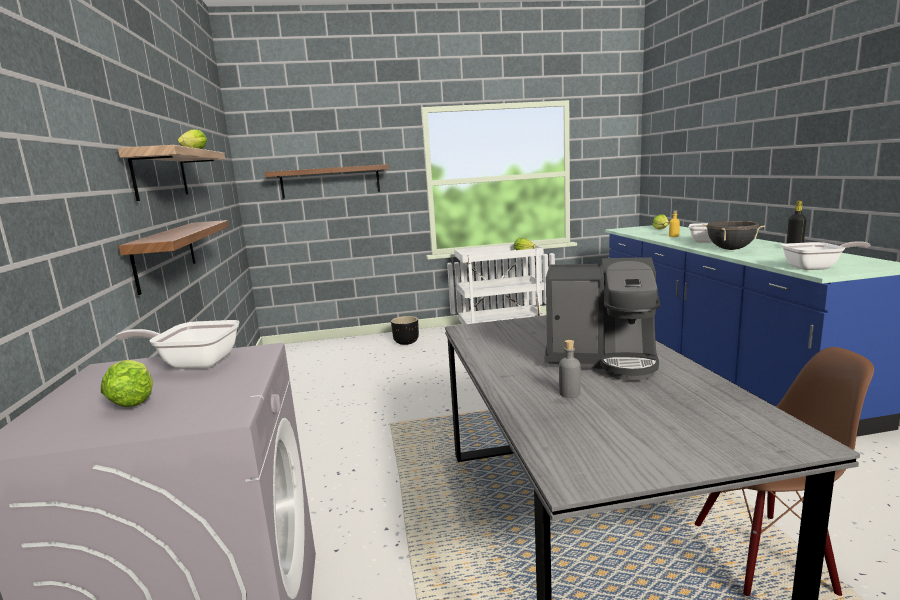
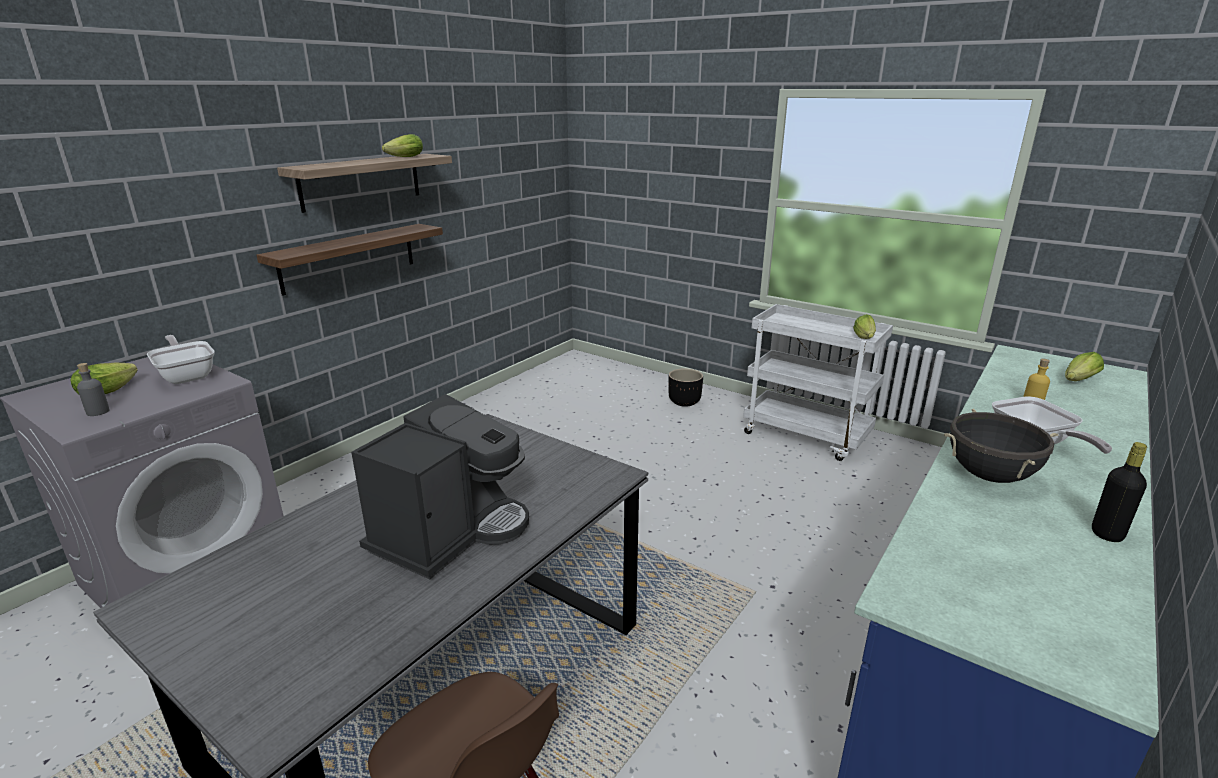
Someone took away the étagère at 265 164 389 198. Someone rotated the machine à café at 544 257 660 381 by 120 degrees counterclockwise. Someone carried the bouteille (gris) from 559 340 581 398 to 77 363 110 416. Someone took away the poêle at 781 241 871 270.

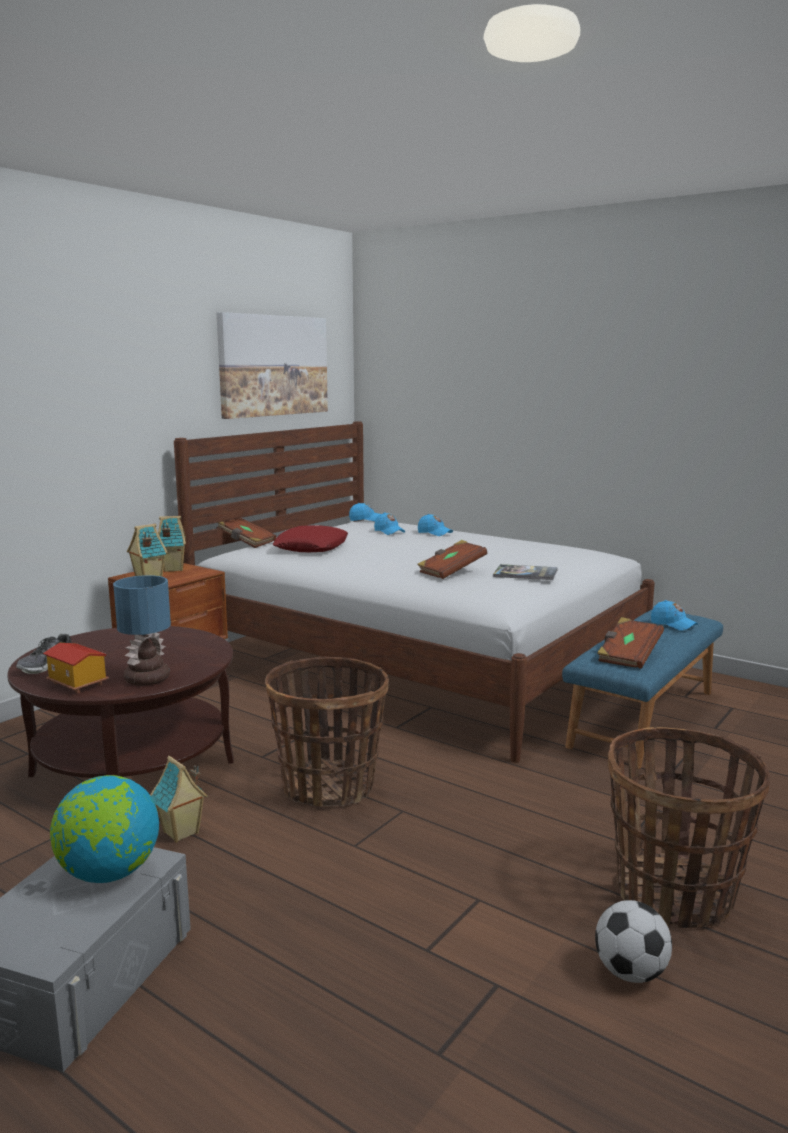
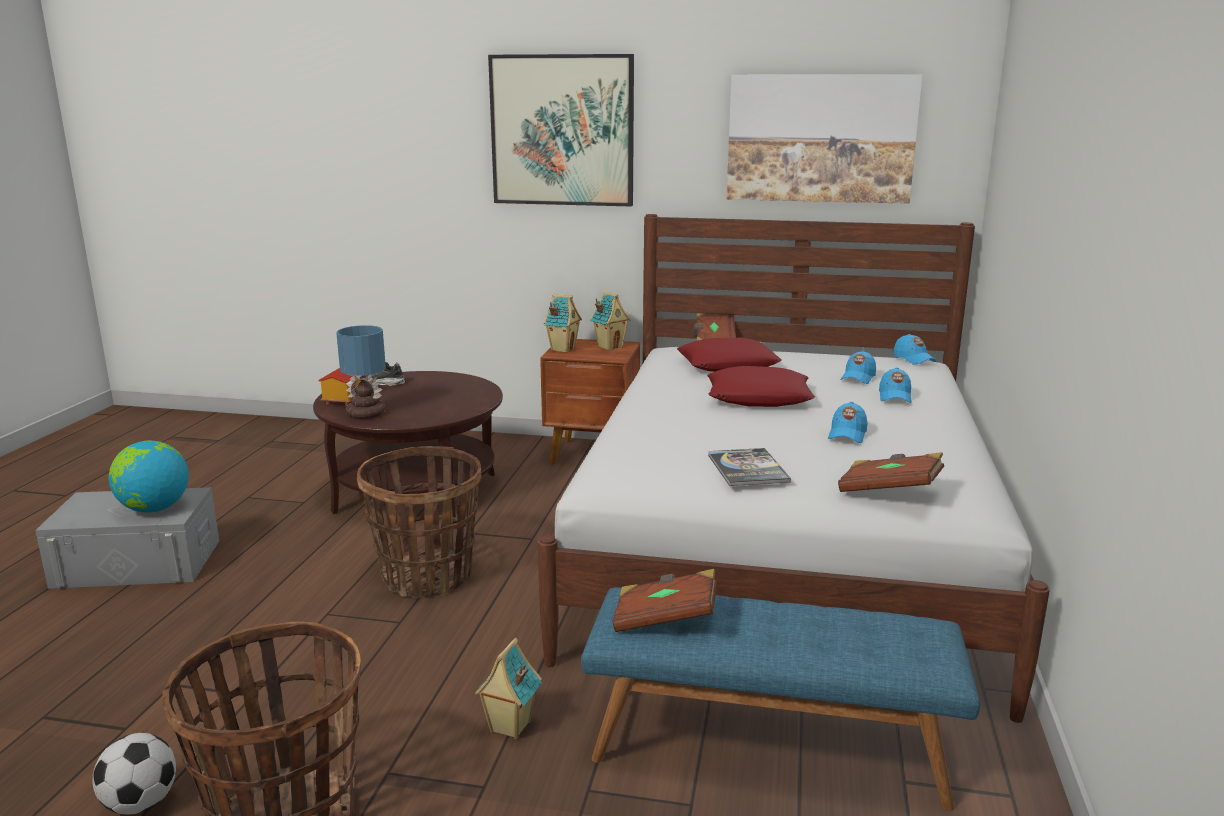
Someone carried the maison miniature from 150 756 208 843 to 475 638 542 739. Someone carried the livre (marron) from 417 540 487 579 to 838 452 944 492. Someone carried the casquette (bleu) from 651 600 698 630 to 828 402 867 443. Someone put up the tableau at 488 54 634 207. Someone put down the coussin (rouge) at 707 366 815 407.

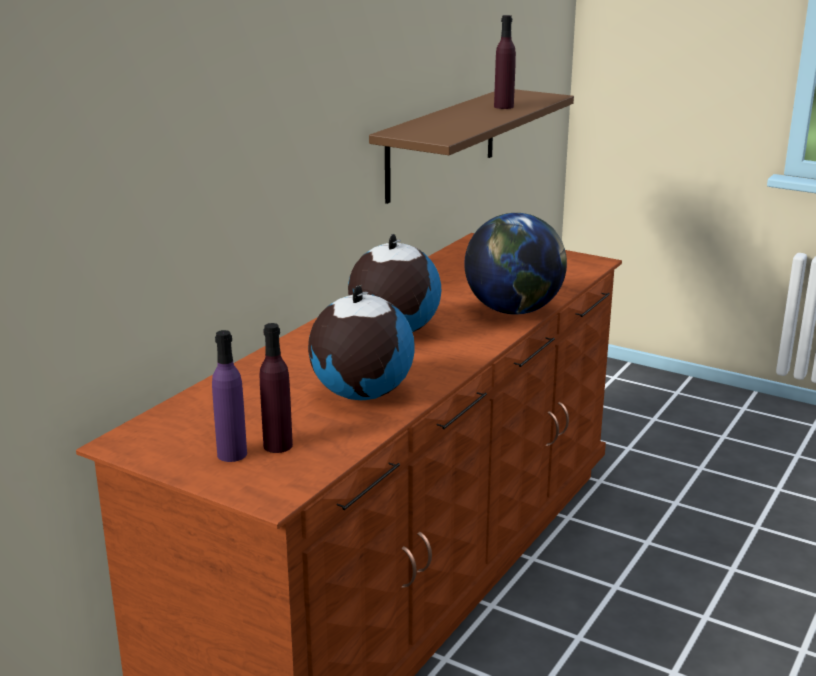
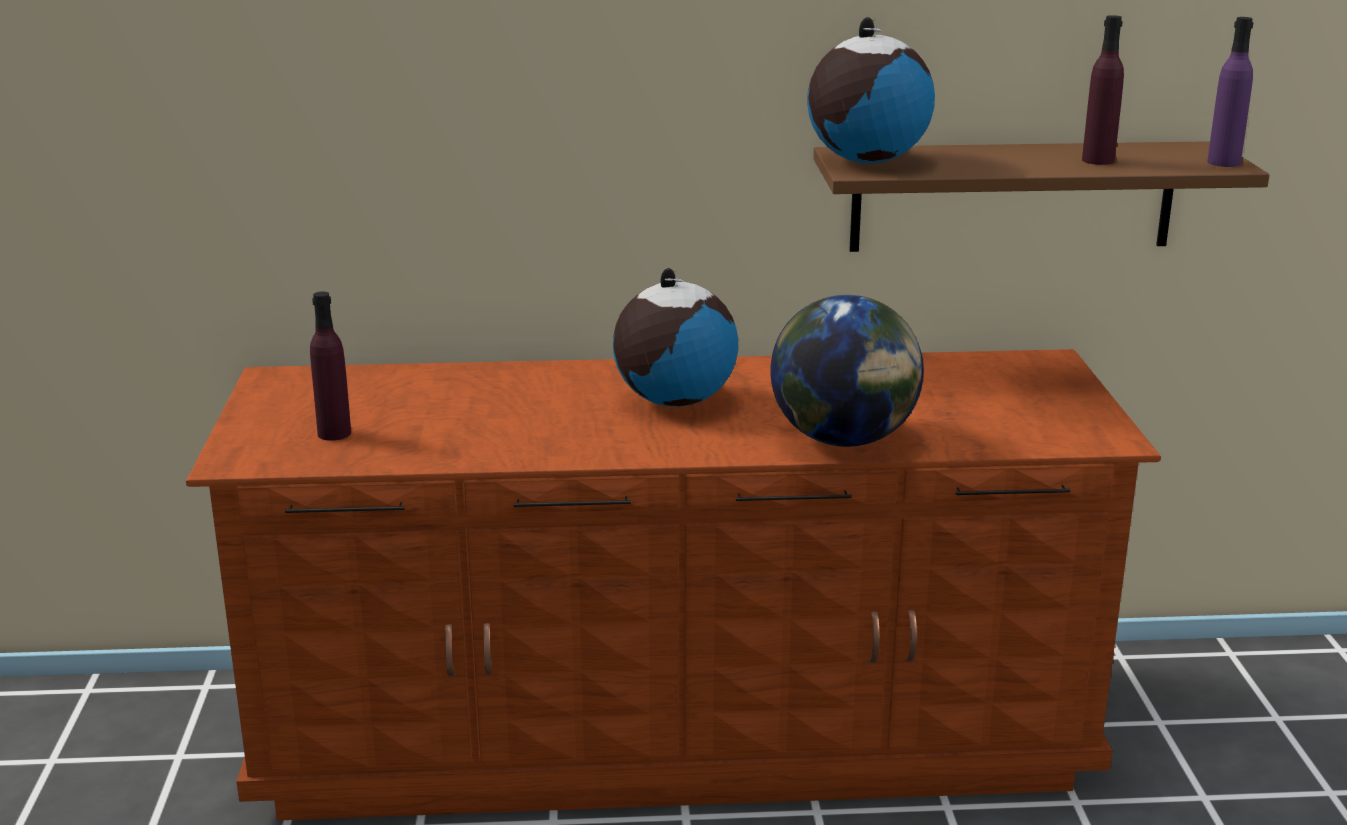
Someone carried the bouteille (violet) from 212 330 247 462 to 1207 17 1253 167. Someone carried the globe from 308 285 415 400 to 807 17 935 163.

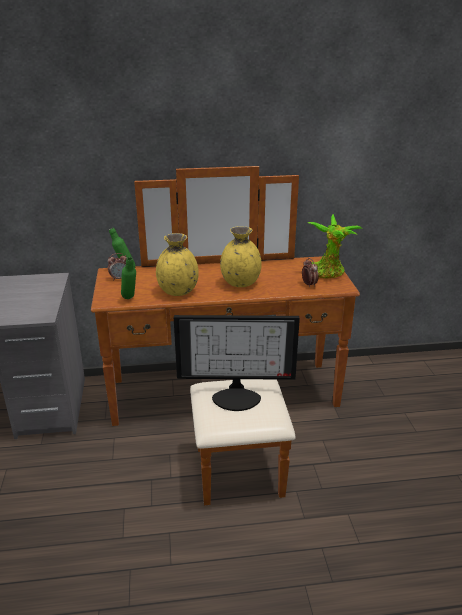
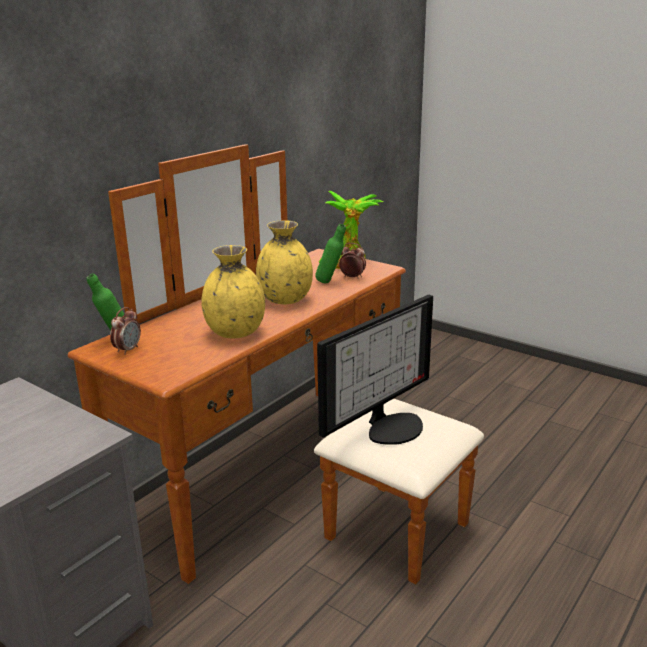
Someone carried the bouteille (vert) from 121 257 136 299 to 315 224 346 283.

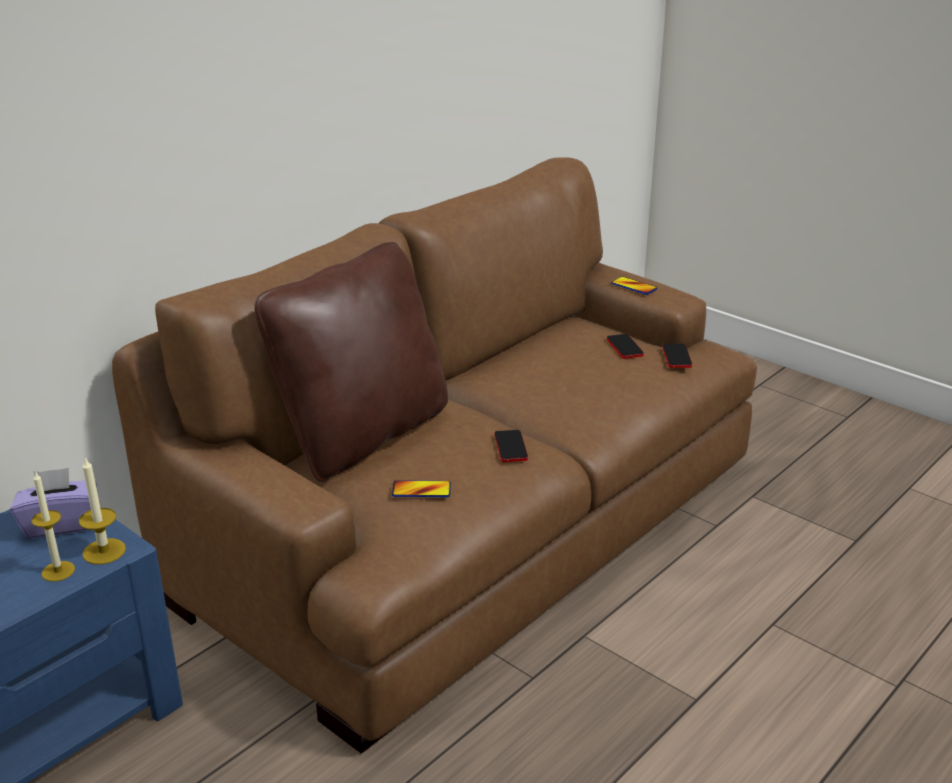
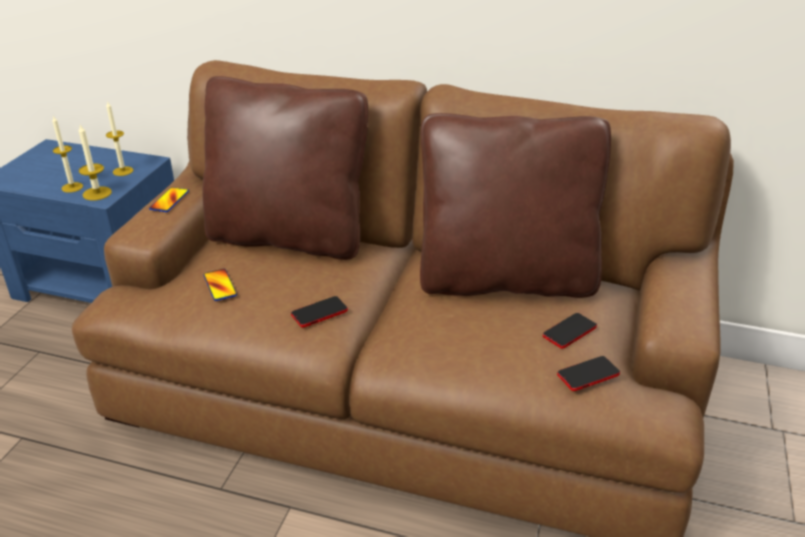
Someone swapped the boîte à mouchoirs (violet) at 10 468 97 539 for the bougie at 106 102 133 176. Someone carried the téléphone from 611 276 658 295 to 149 187 189 212. Someone put down the coussin (marron) at 420 113 611 298.

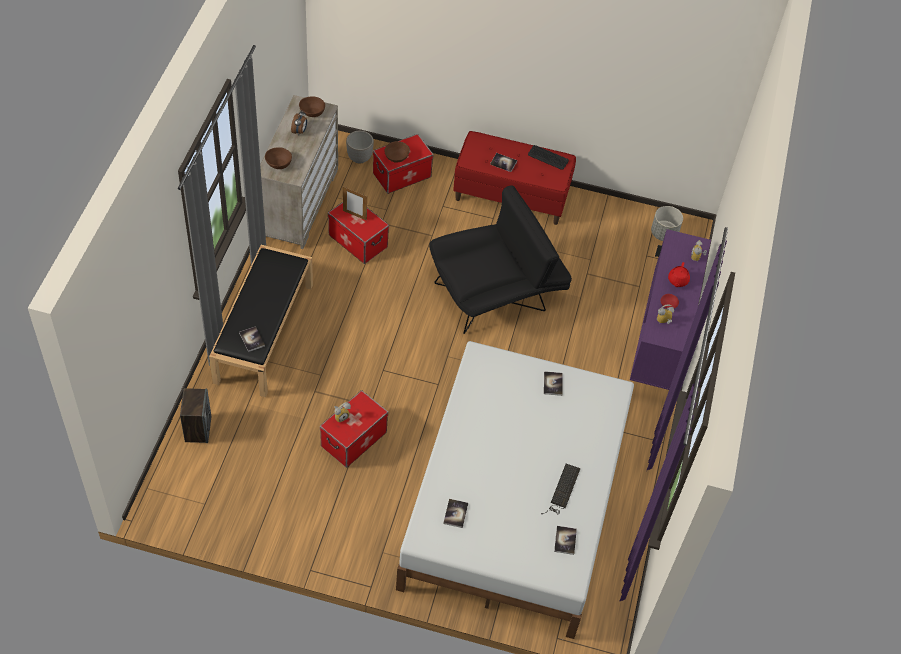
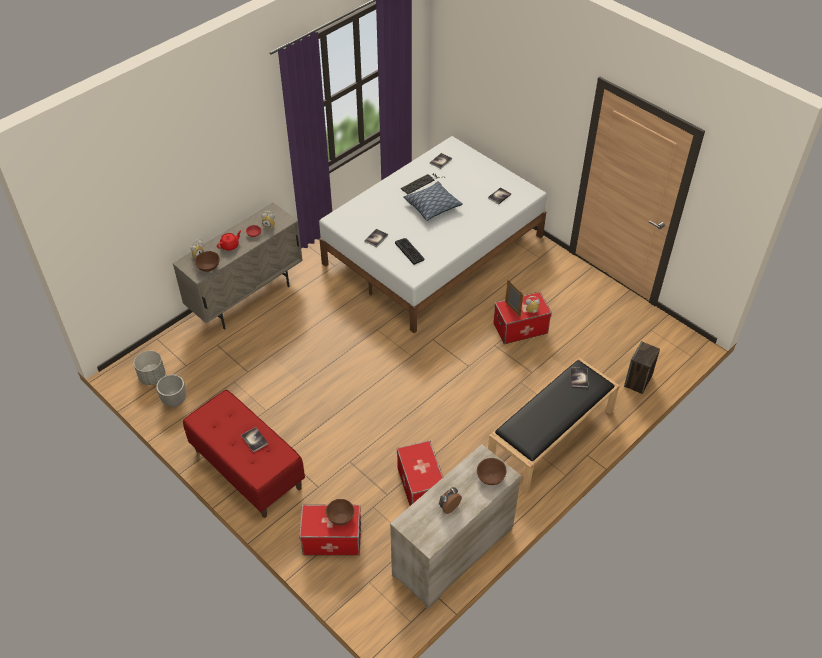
Someone carried the bol (marron) from 299 96 325 117 to 195 251 219 272. Someone carried the cadre photo from 343 187 367 221 to 505 280 523 317. Someone carried the cache-pot from 346 131 374 164 to 156 374 186 407. Someone took away the fauteuil (noir) at 429 185 572 334. Someone carried the clavier from 528 145 569 170 to 395 238 424 265. Someone repainted the meuble de rangement (violet) at 630 229 711 390, which became the meuble de rangement (beige) at 172 203 303 330. Someone put down the coussin at 403 181 463 221.

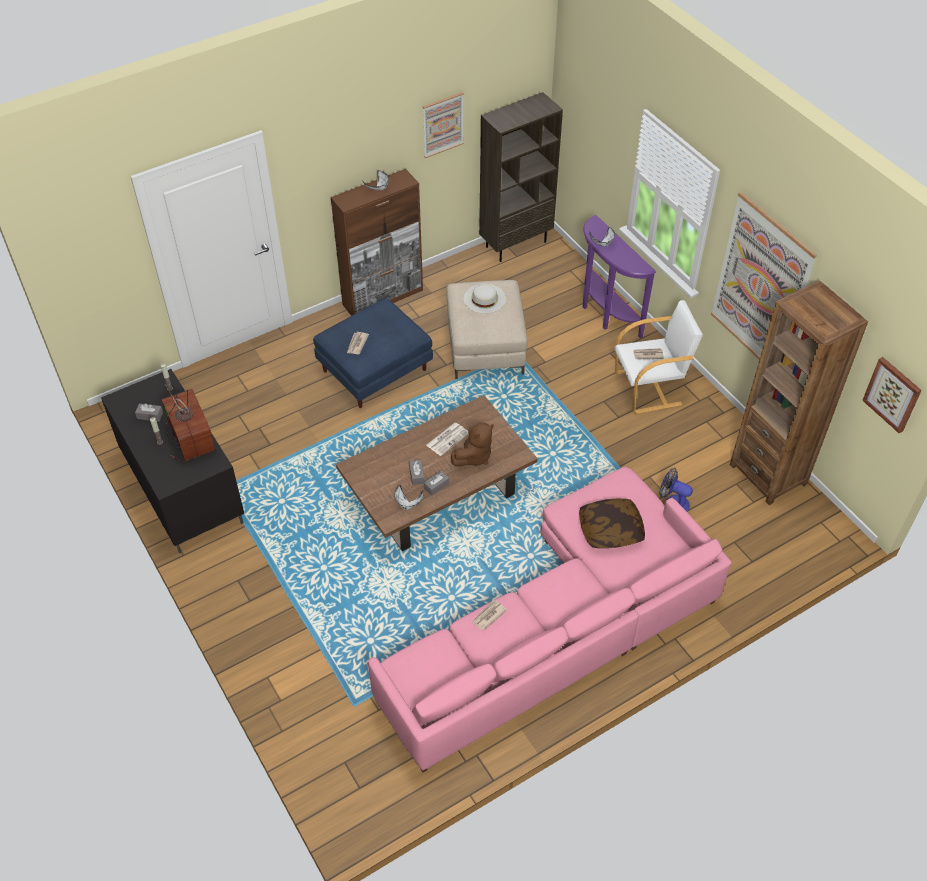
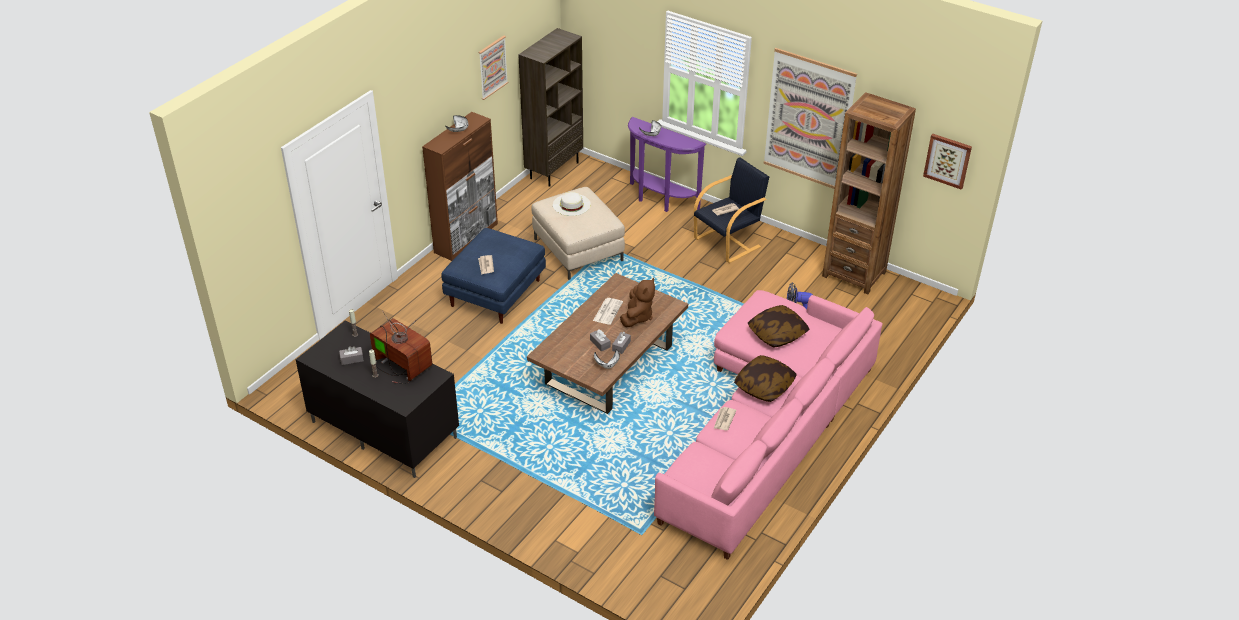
Someone repainted the fauteuil (blanc) at 614 300 703 414, which became the fauteuil (noir) at 694 157 769 263. Someone put down the coussin at 734 355 797 402.

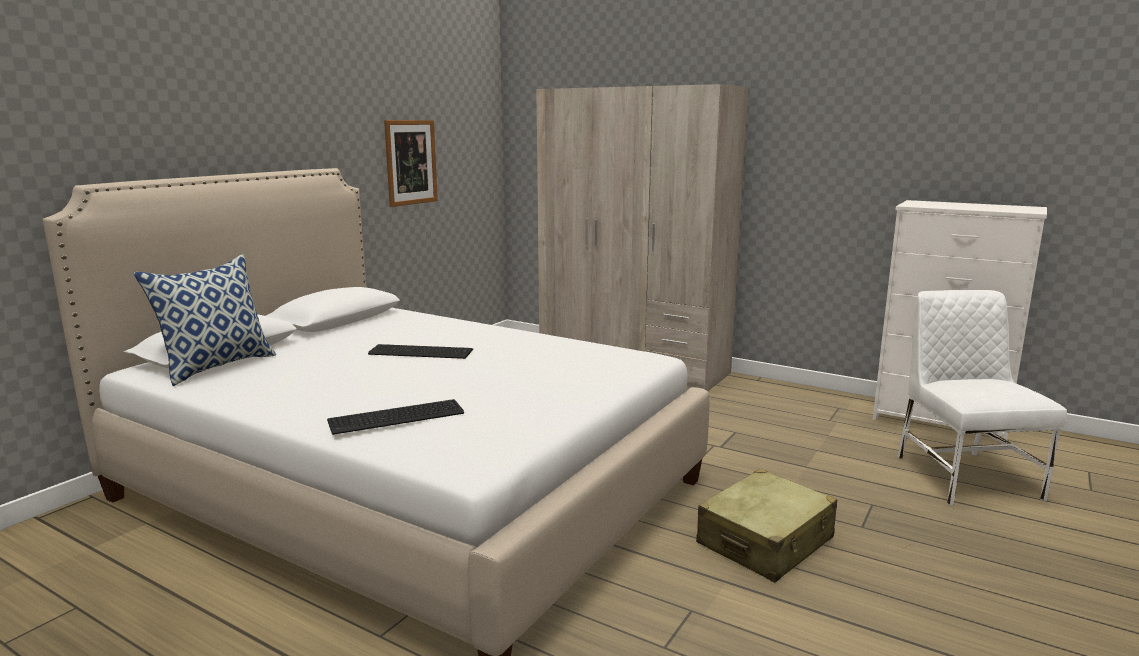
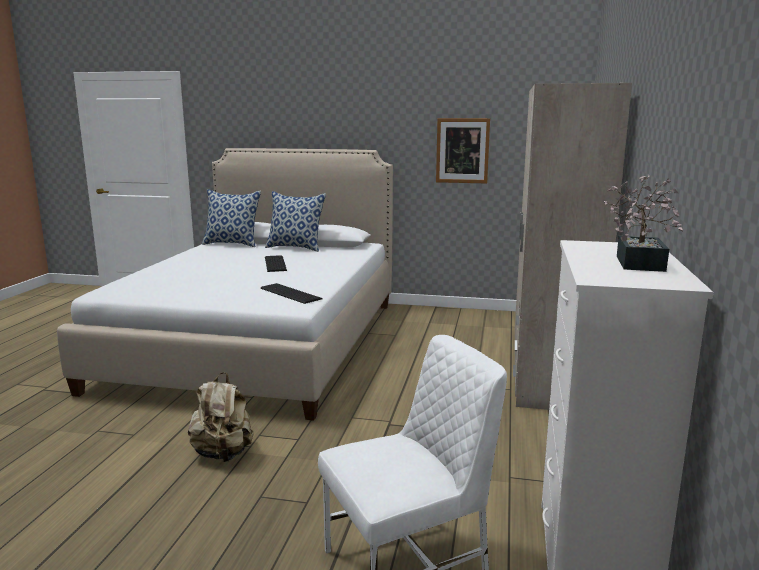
Someone carried the clavier from 327 399 464 435 to 261 283 323 304. Someone swapped the valise (beige) at 696 469 837 583 for the sac à dos (beige) at 188 372 254 462. Someone put down the coussin at 265 191 326 252. Someone put down the plante en pot at 604 175 683 272.

